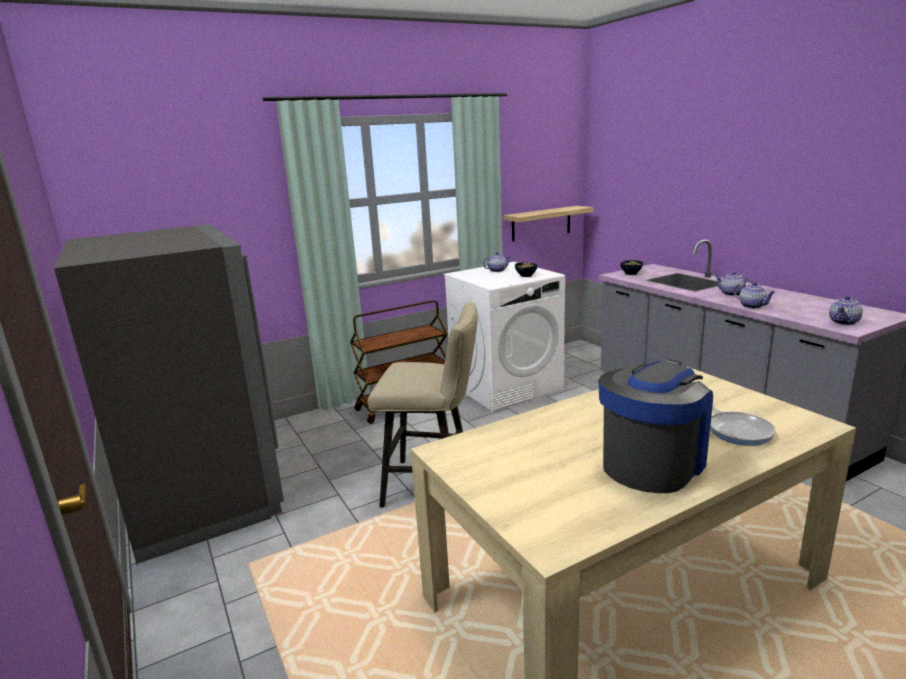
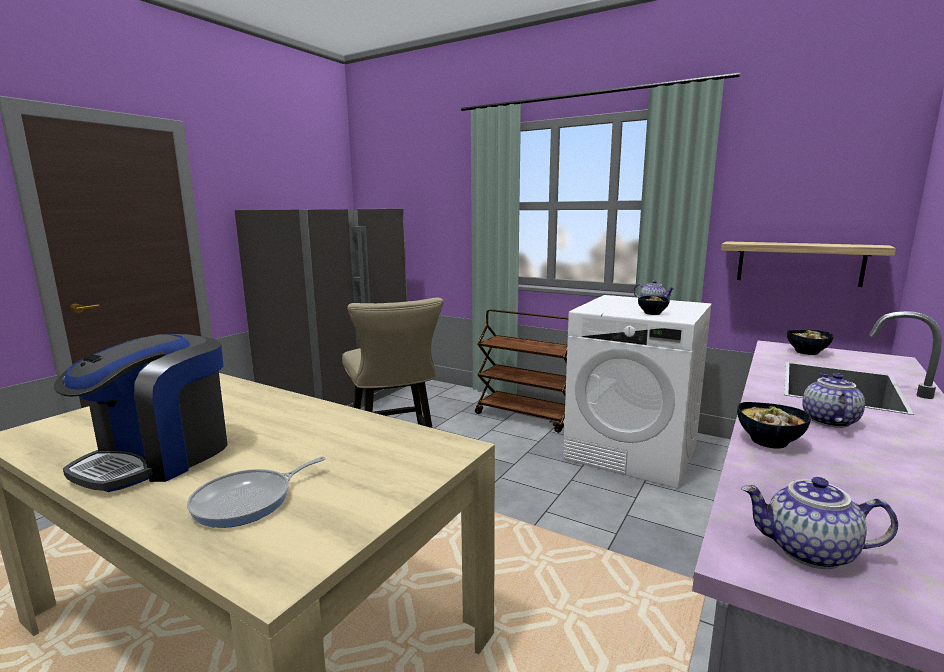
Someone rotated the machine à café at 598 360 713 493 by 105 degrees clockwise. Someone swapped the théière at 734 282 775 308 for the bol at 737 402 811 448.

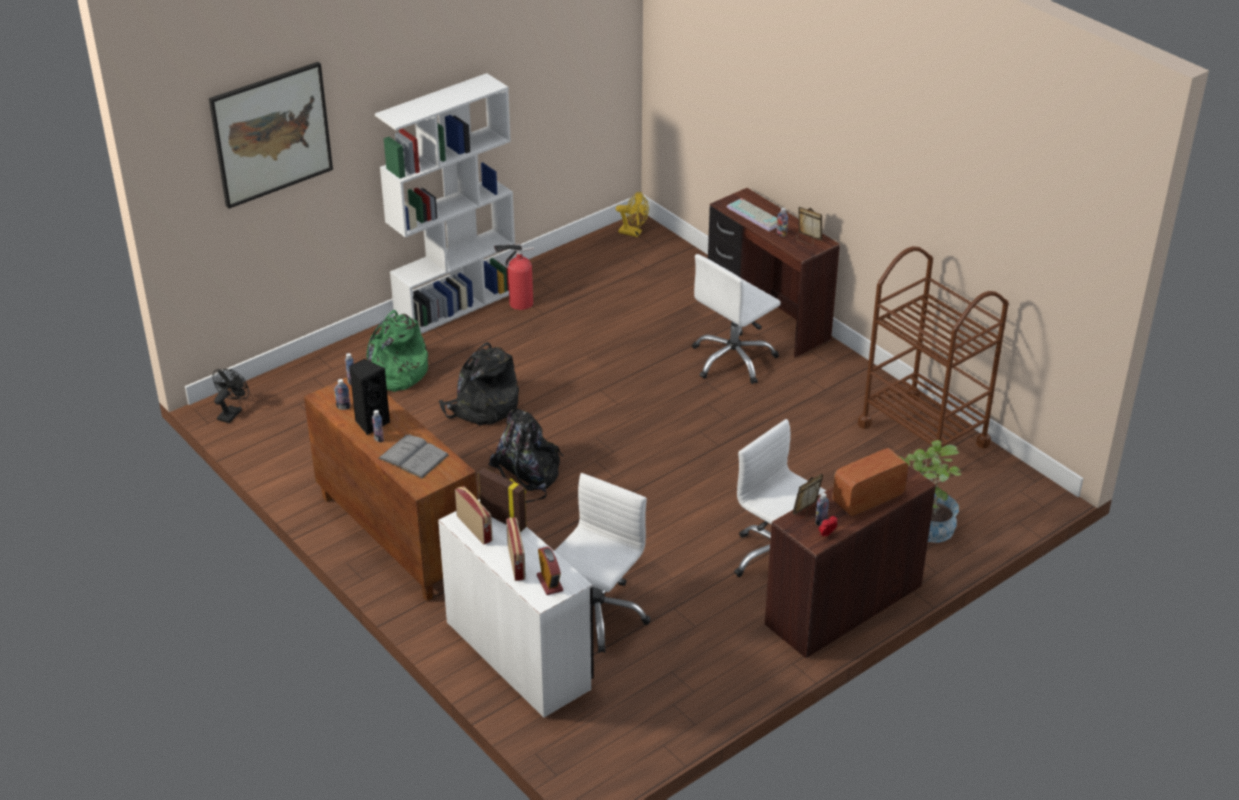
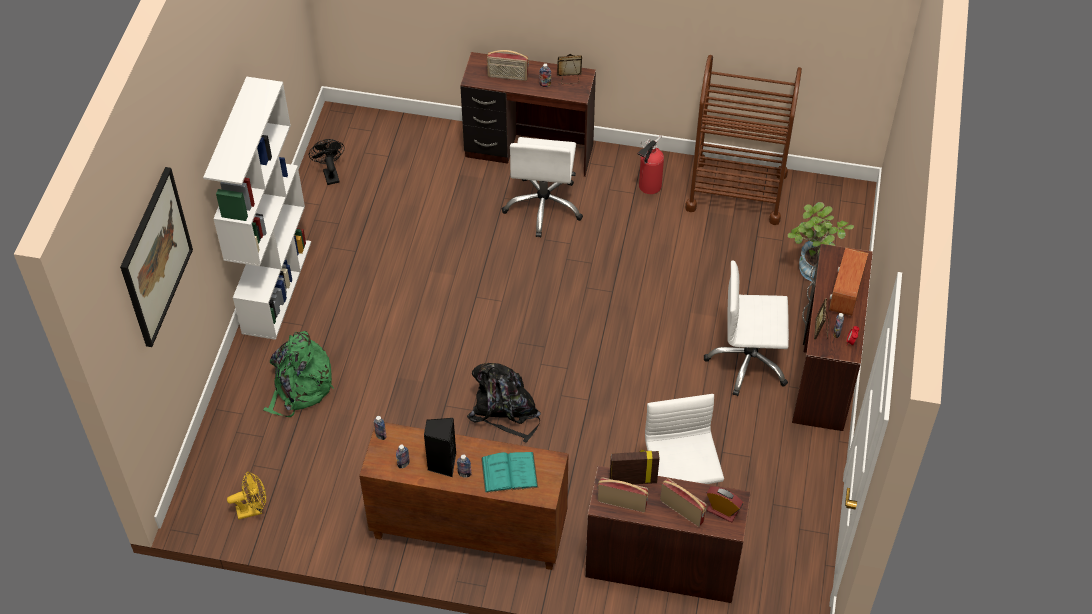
Someone carried the ventilateur (noir) from 212 369 249 423 to 309 139 345 185. Someone repainted the livre (gris) at 378 434 449 479, which became the livre (turquoise) at 481 452 538 493. Someone repainted the bureau (blanc) at 438 499 594 718, which became the bureau (marron) at 585 466 751 603. Someone took away the sac à dos (noir) at 439 342 519 425. Someone carried the extincteur from 494 243 534 310 to 638 135 664 194. Someone carried the ventilateur (jaune) from 616 192 649 237 to 227 471 266 519. Someone swapped the clavier at 726 198 777 231 for the radio at 487 50 529 81.

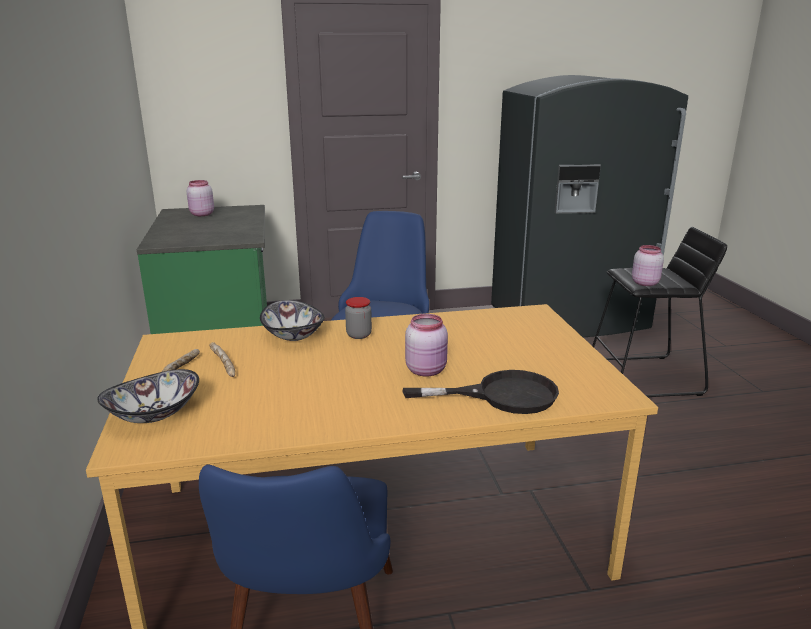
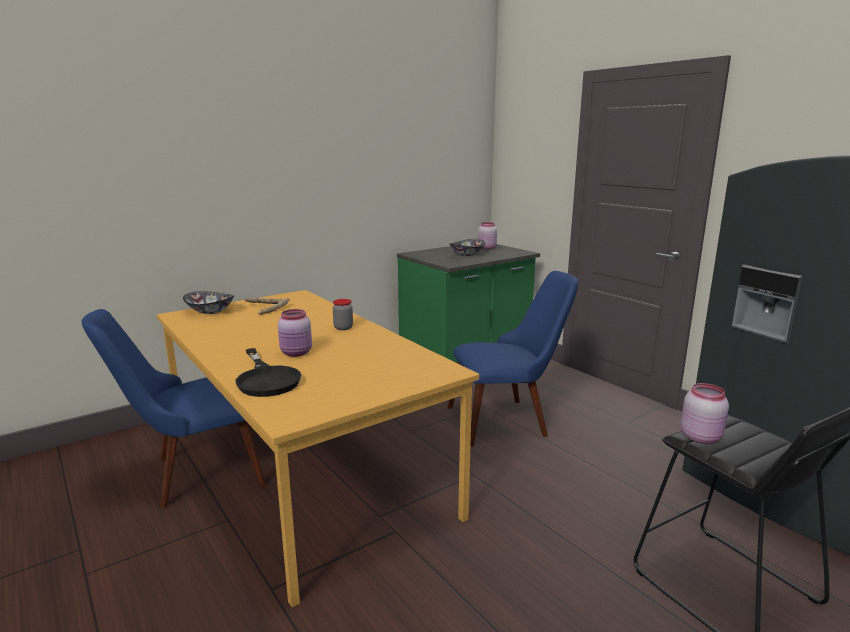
Someone carried the bol from 260 300 325 341 to 449 239 485 256.

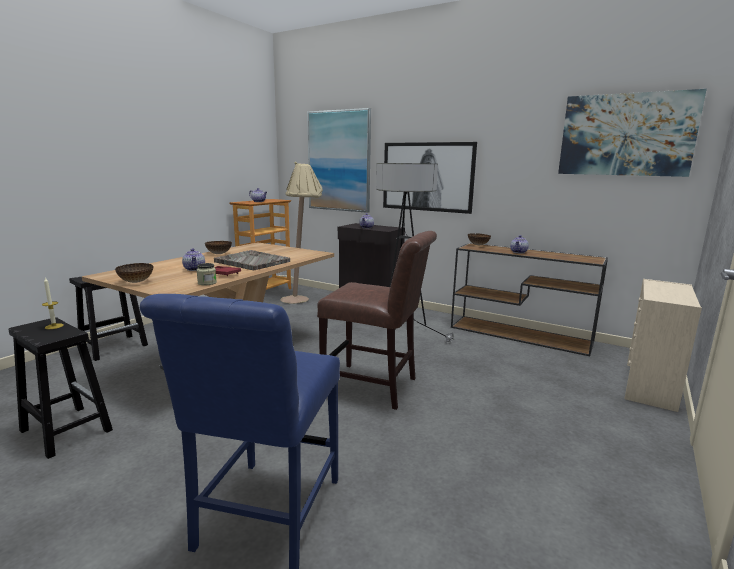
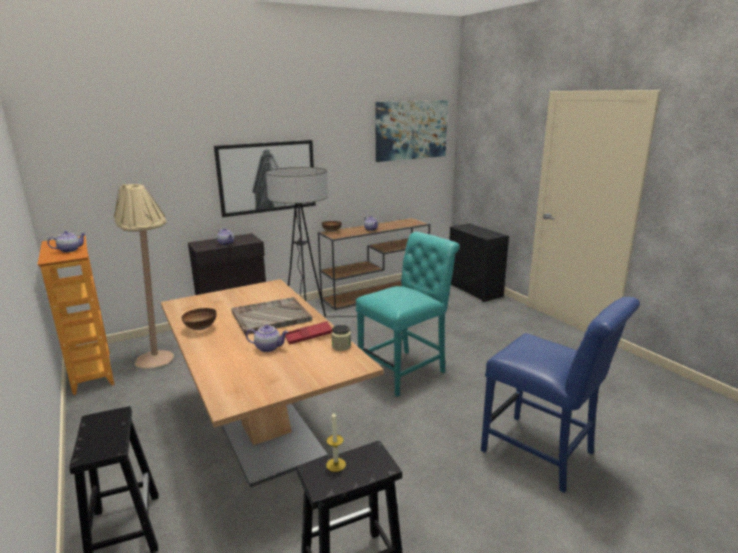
Someone took away the bol at 115 263 154 283. Someone took away the tableau at 307 108 371 213. Someone repainted the chaise (marron) at 317 231 437 410, which became the chaise (turquoise) at 356 232 460 397. Someone repainted the commode (beige) at 624 279 702 412, which became the commode (noir) at 449 223 509 302.

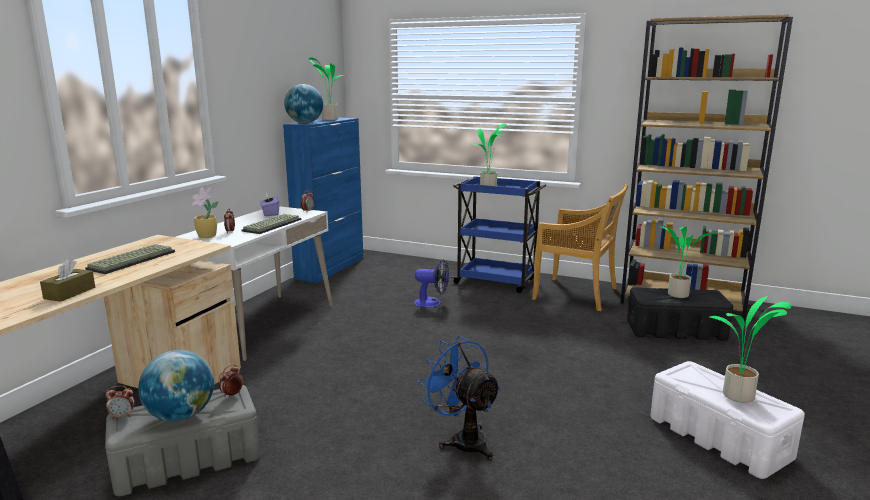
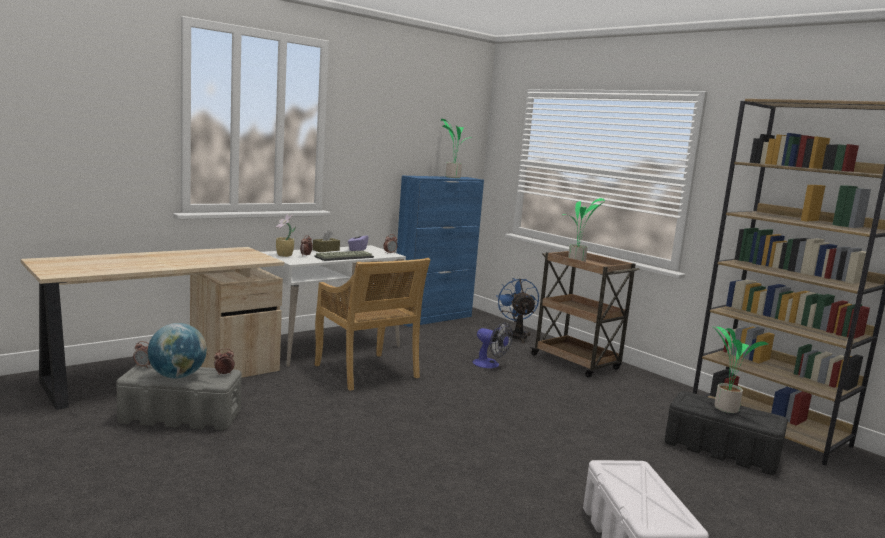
Someone carried the boîte à mouchoirs (marron) from 40 259 95 302 to 313 230 340 252. Someone took away the clavier at 85 244 175 274. Someone took away the globe at 284 84 323 123. Someone carried the ventilateur (bleu) from 418 336 502 460 to 496 278 539 343. Someone repainted the chariot (bleu) at 452 176 546 293, which became the chariot (marron) at 530 251 640 377. Someone carried the chaise (beige) from 532 184 628 311 to 315 258 430 391. Someone took away the plante en pot at 710 296 791 403.

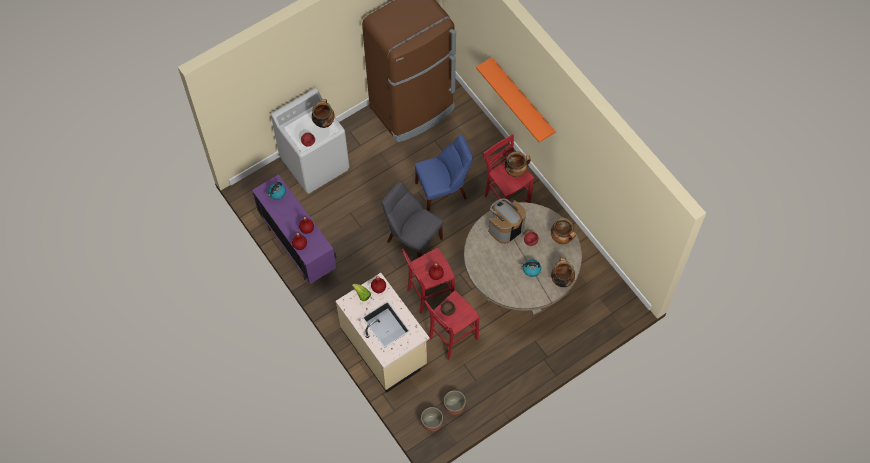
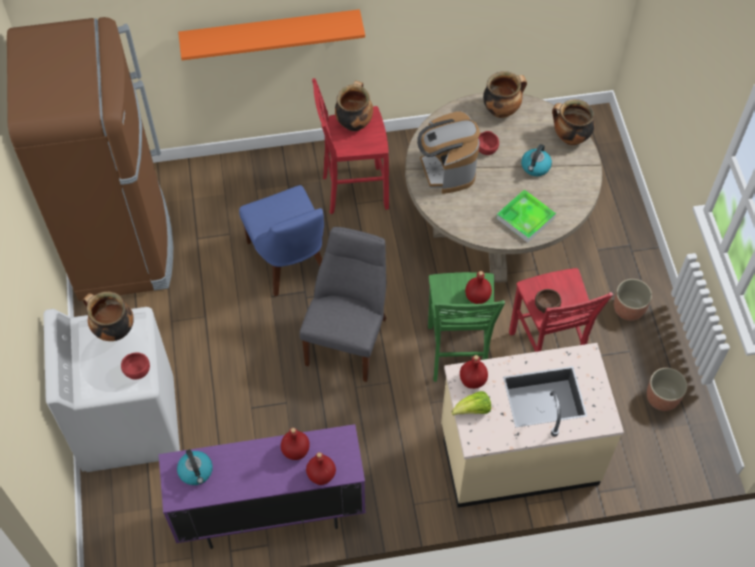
Someone rotated the chaise (gris) at 382 181 443 258 by 135 degrees clockwise. Someone repainted the tabouret (rouge) at 402 248 455 314, which became the tabouret (vert) at 428 272 505 382. Someone rotated the chaise (bleu) at 415 135 473 211 by 150 degrees clockwise. Someone carried the cache-pot from 421 407 443 432 to 614 279 652 321. Someone put down the plateau at 496 189 556 243.

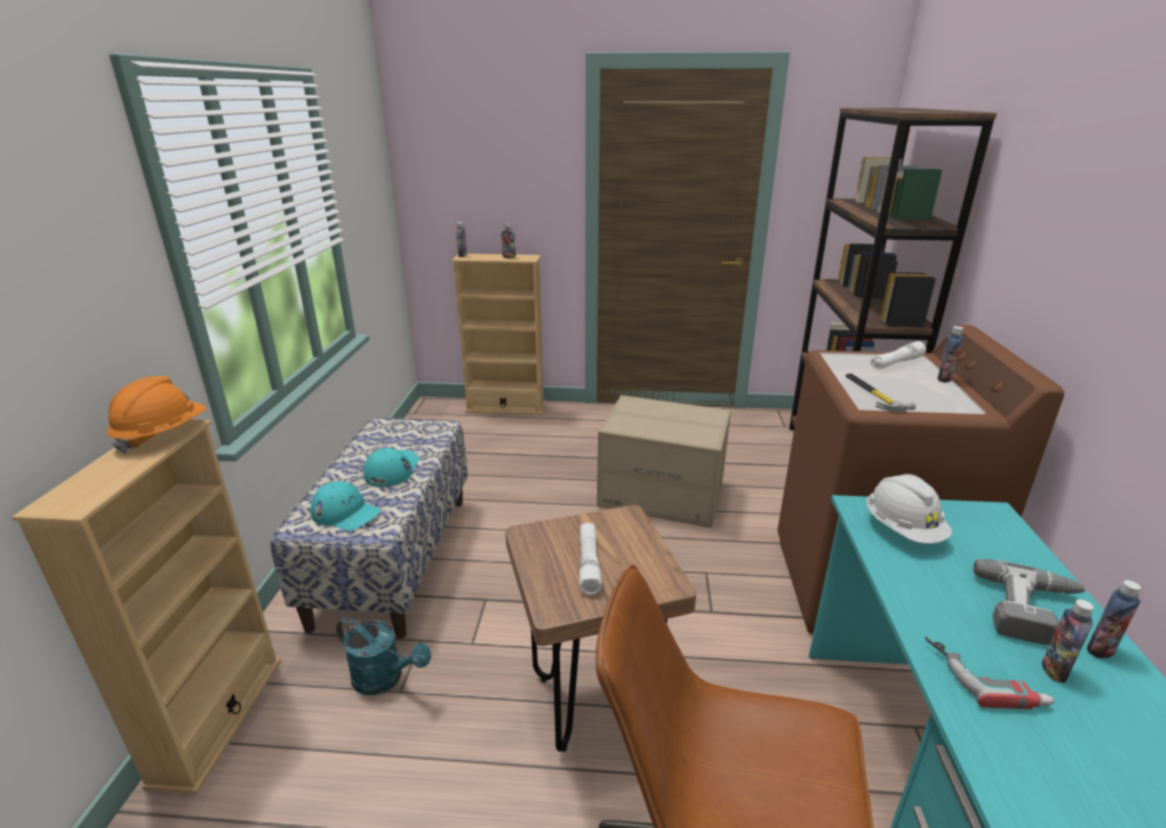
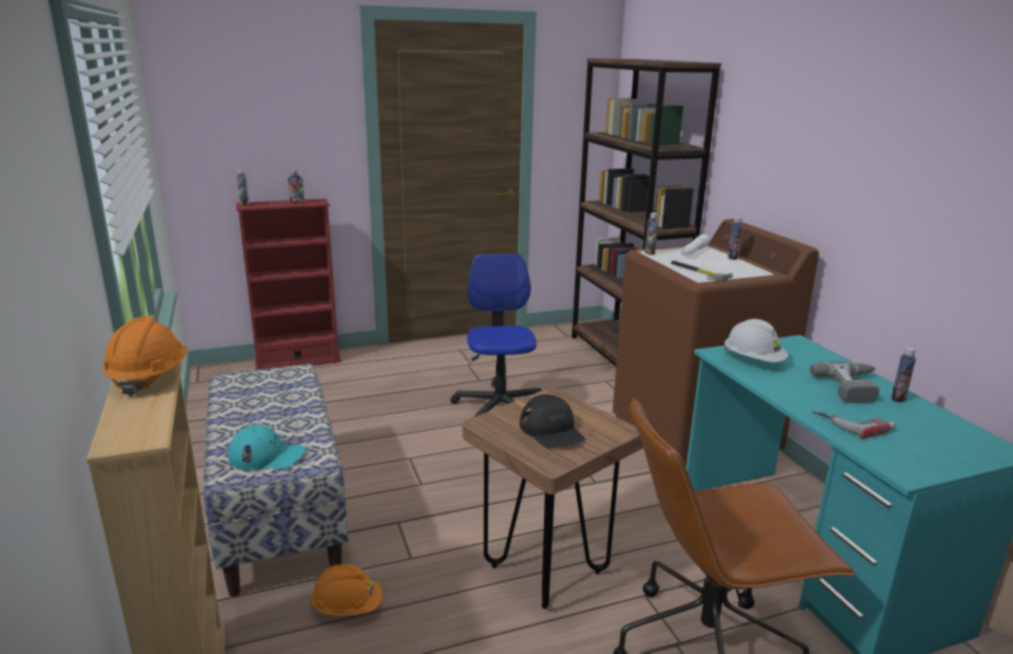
Someone swapped the arrosoir (turquoise) at 336 617 431 695 for the casque de chantier (orange) at 310 564 383 616. Someone took away the casquette (turquoise) at 364 448 419 487. Someone repainted the bibliothèque (beige) at 451 254 545 415, which became the bibliothèque (rouge) at 236 199 341 370. Someone swapped the lampe de poche (blanc) at 579 523 602 595 for the casquette (noir) at 520 394 585 448. Someone swapped the carton at 597 395 731 528 for the chaise de bureau at 451 254 542 417. Someone carried the bouteille from 1042 599 1094 683 to 645 213 658 255.

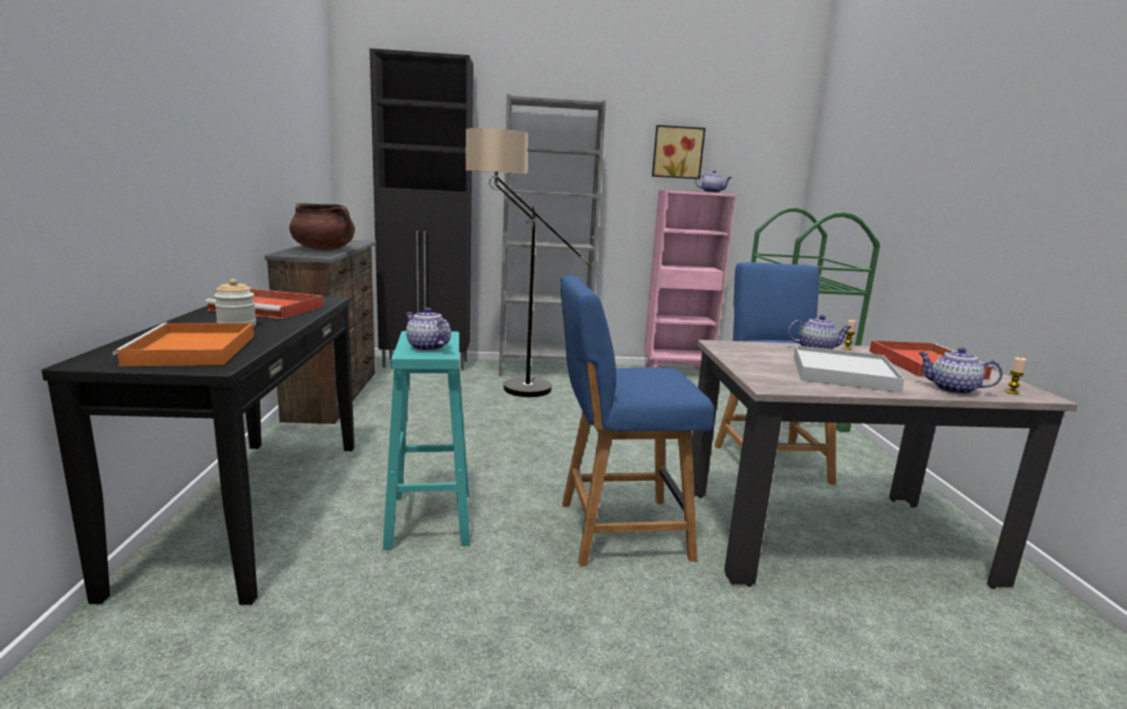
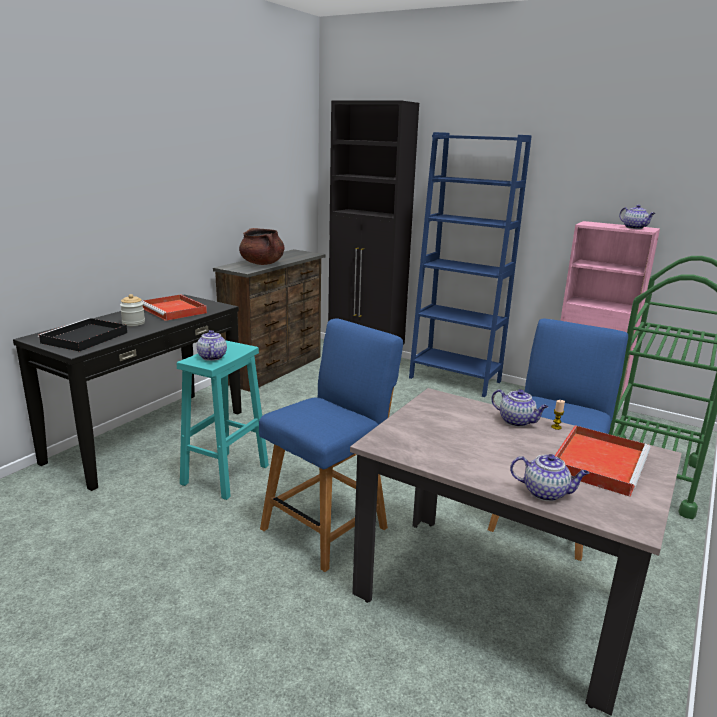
Someone repainted the plateau (orange) at 113 323 254 366, which became the plateau (noir) at 38 318 127 352. Someone took away the lampadaire at 465 128 591 397. Someone repainted the bibliothèque (gris) at 499 94 606 376, which became the bibliothèque (bleu) at 409 132 532 397. Someone rotated the chaise (bleu) at 560 276 714 567 by 105 degrees clockwise. Someone took away the tableau at 652 125 706 179. Someone took away the plateau (blanc) at 794 345 904 393. Someone rotated the théière at 919 347 1003 395 by 135 degrees clockwise. Someone took away the bougie at 1005 357 1027 394.

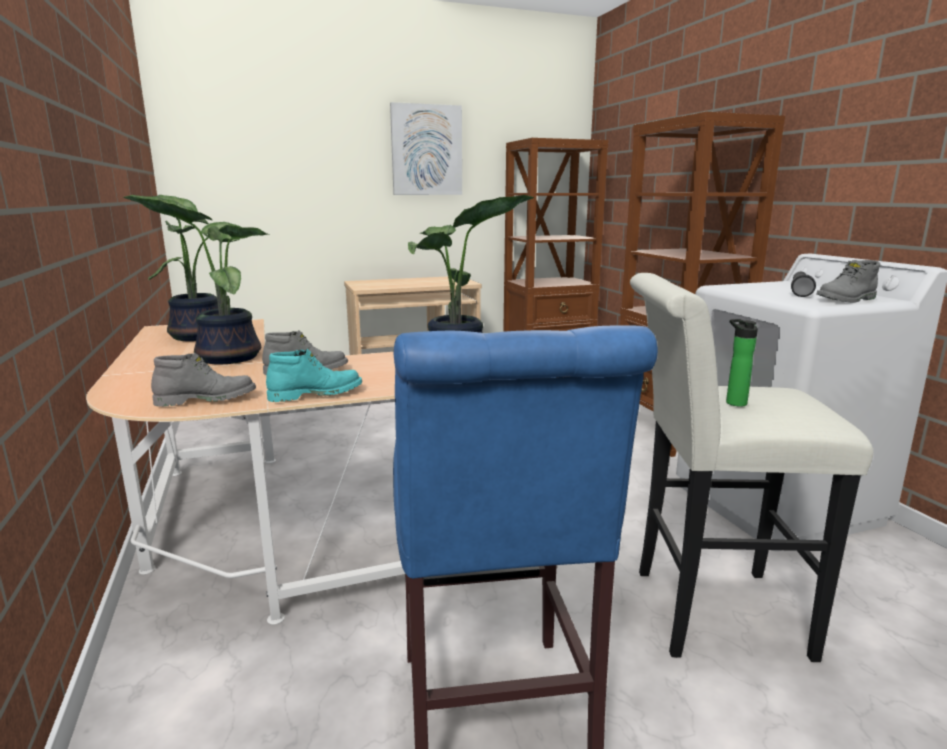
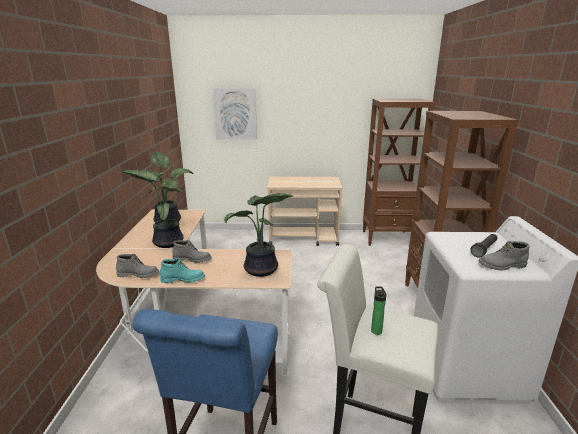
Someone carried the tableau from 390 102 462 195 to 213 88 257 140.

